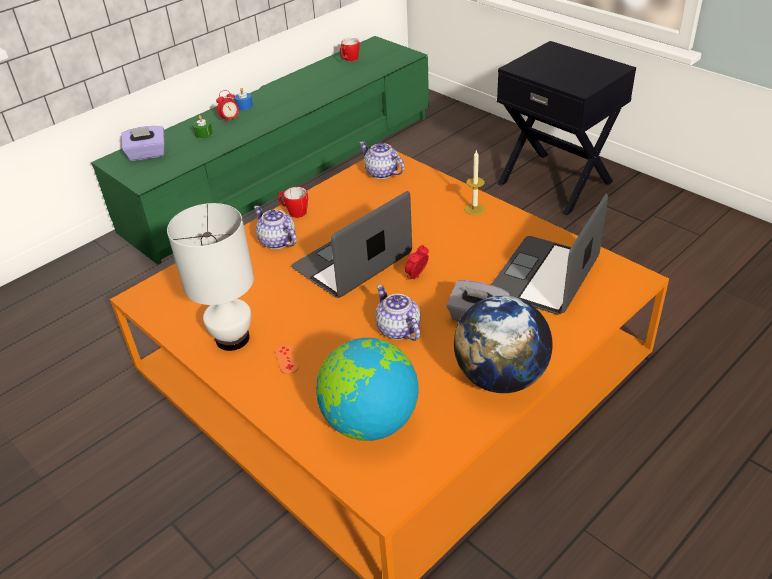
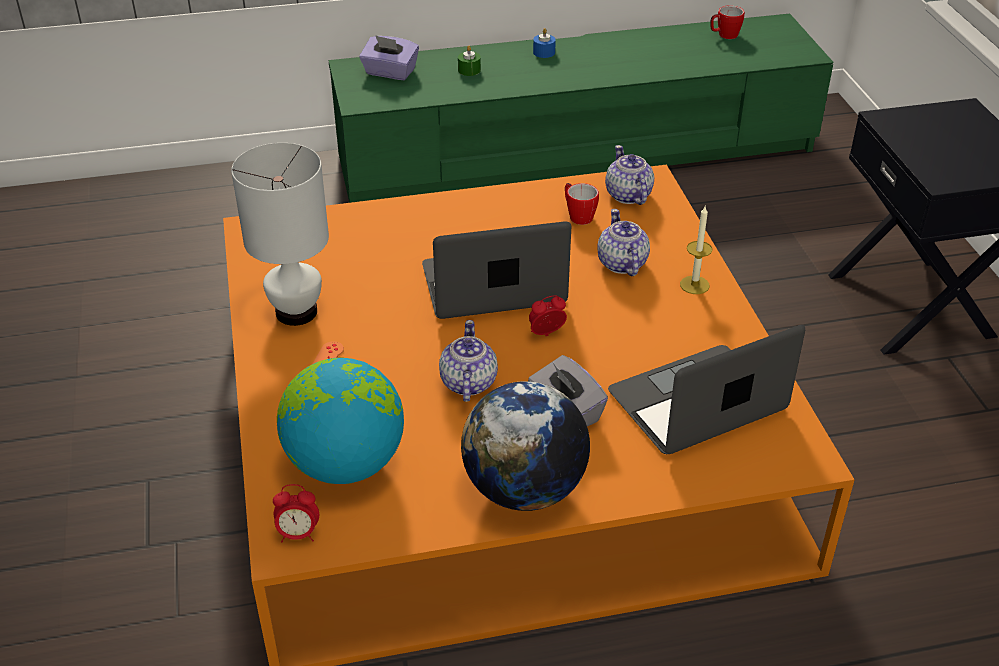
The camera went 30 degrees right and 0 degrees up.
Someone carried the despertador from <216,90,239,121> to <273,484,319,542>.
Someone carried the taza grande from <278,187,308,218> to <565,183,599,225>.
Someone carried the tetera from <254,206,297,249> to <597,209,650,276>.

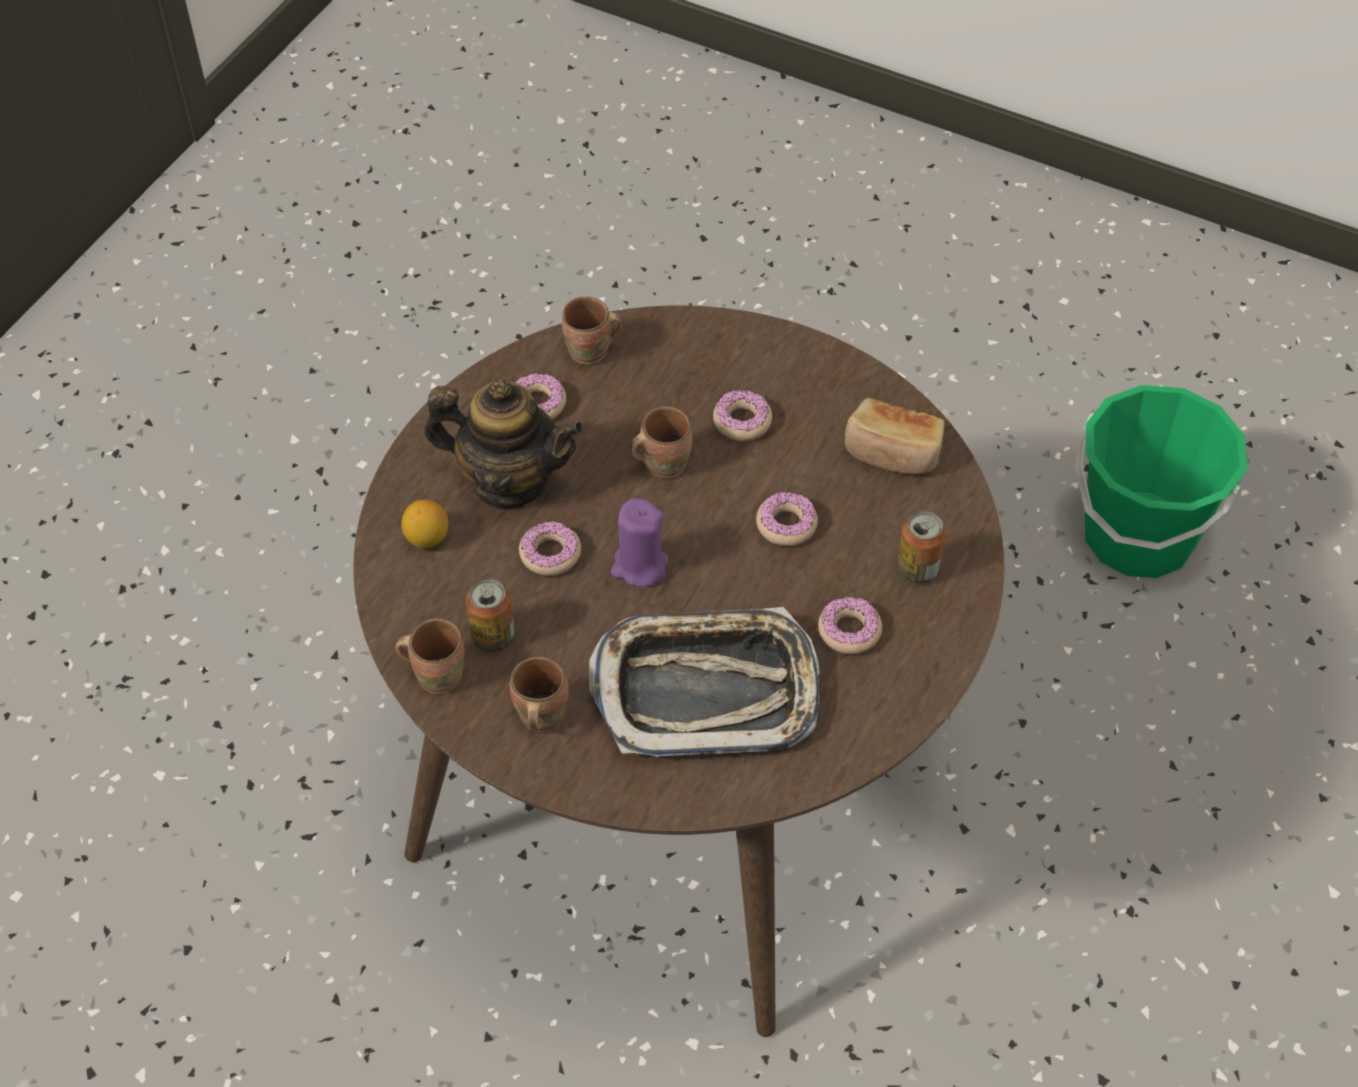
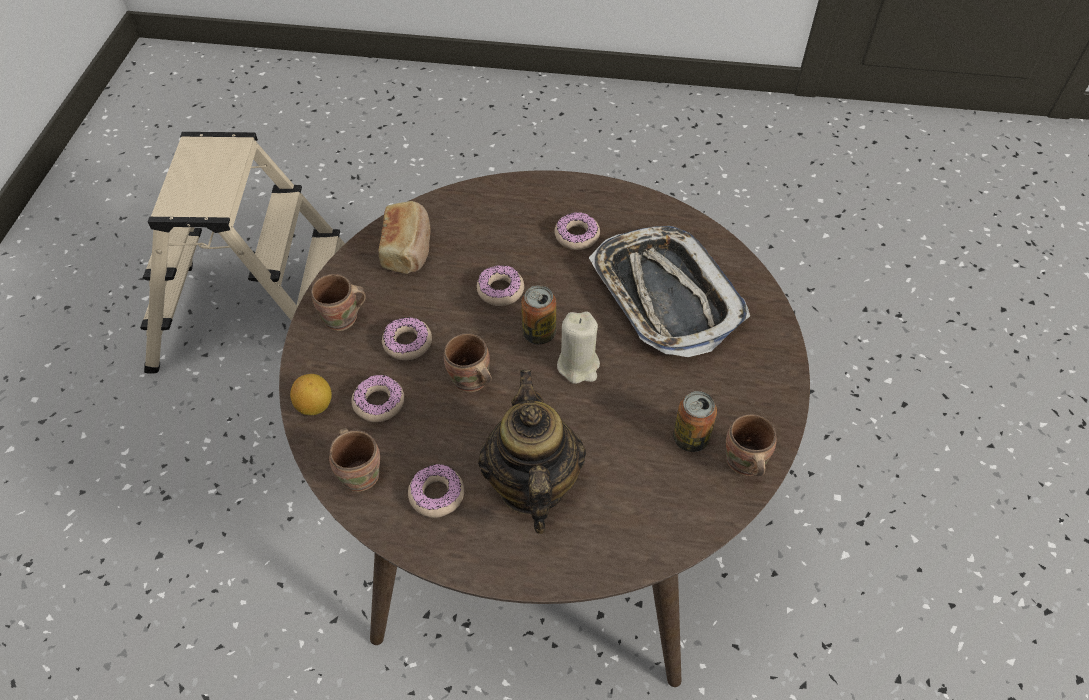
The camera went 110 degrees left and 0 degrees up.
Someone swapped the cubo [verde] at <1075,385,1248,578> for the escalera de tijera [beis] at <140,132,345,373>.
Someone repainted the vela [morado] at <611,498,669,587>, which became the vela [beis] at <557,311,600,384>.
Someone carried the limón from <401,500,448,548> to <290,374,332,415>.
Someone carried the lata from <897,511,946,584> to <521,285,556,345>.
Someone carried the rosquilla from <519,521,581,576> to <351,375,404,422>.
Someone carried the taza grande [marrón] from <510,657,569,732> to <311,274,367,331>.

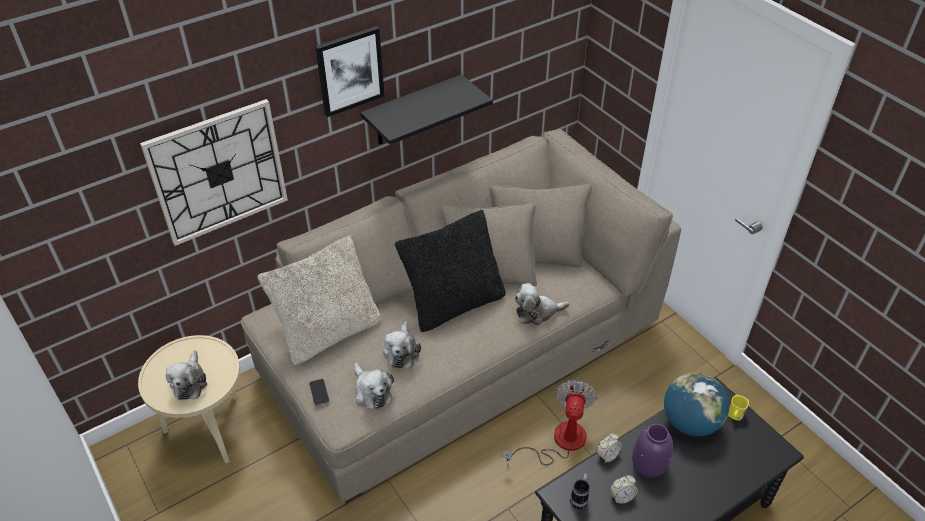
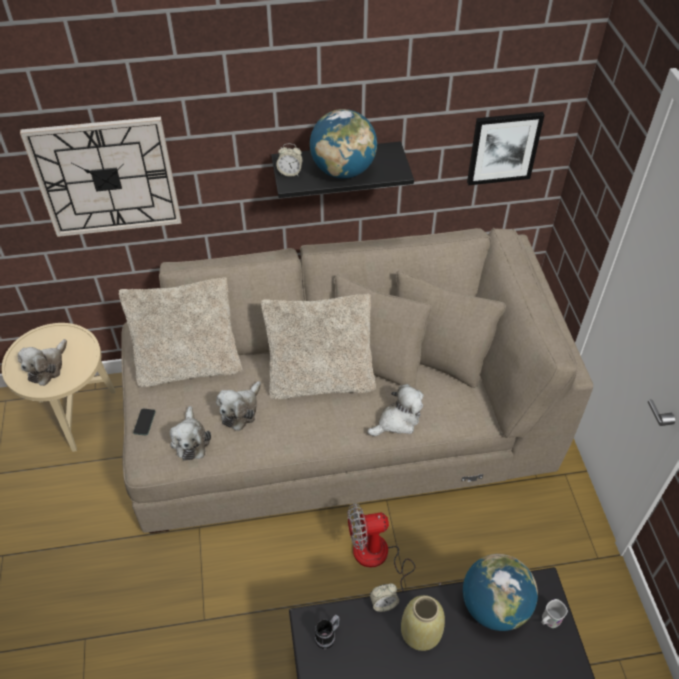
The camera went 25 degrees right and 5 degrees up.
Someone carried the cuadro from <315,26,384,117> to <467,112,545,185>.
Someone repainted the cojín [negro] at <395,210,506,332>, which became the cojín [beis] at <261,294,376,399>.
Someone rotated the peluche at <515,283,570,325> by 135 degrees clockwise.
Someone rotated the ventilador at <503,380,597,465> by 135 degrees counterclockwise.
Someone repainted the taza grande [amarillo] at <728,395,749,421>, which became the taza grande [blanco] at <541,599,568,628>.
Someone repainted the florero [morado] at <632,424,673,478>, which became the florero [beis] at <401,595,445,651>.
Someone carried the despertador from <610,475,638,504> to <276,143,303,177>.
Someone put down the globo terráqueo at <310,109,377,179>.

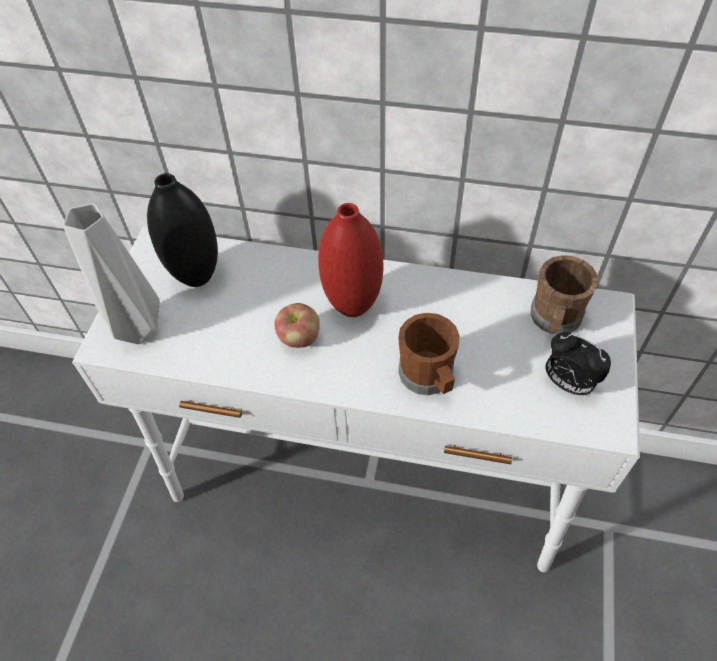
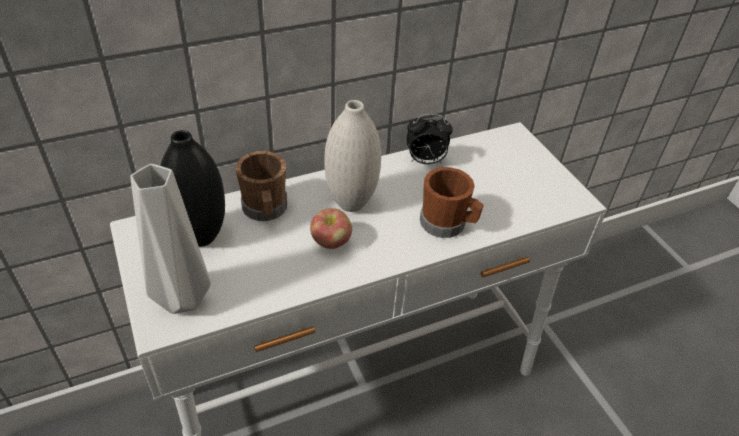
The camera went 40 degrees left and 10 degrees down.
Someone repainted the florero [rojo] at <318,203,383,317>, which became the florero [blanco] at <325,100,381,212>.
Someone carried the taza grande [marrón] from <531,255,598,335> to <236,151,287,221>.
Someone carried the despertador from <545,332,611,395> to <407,114,453,164>.

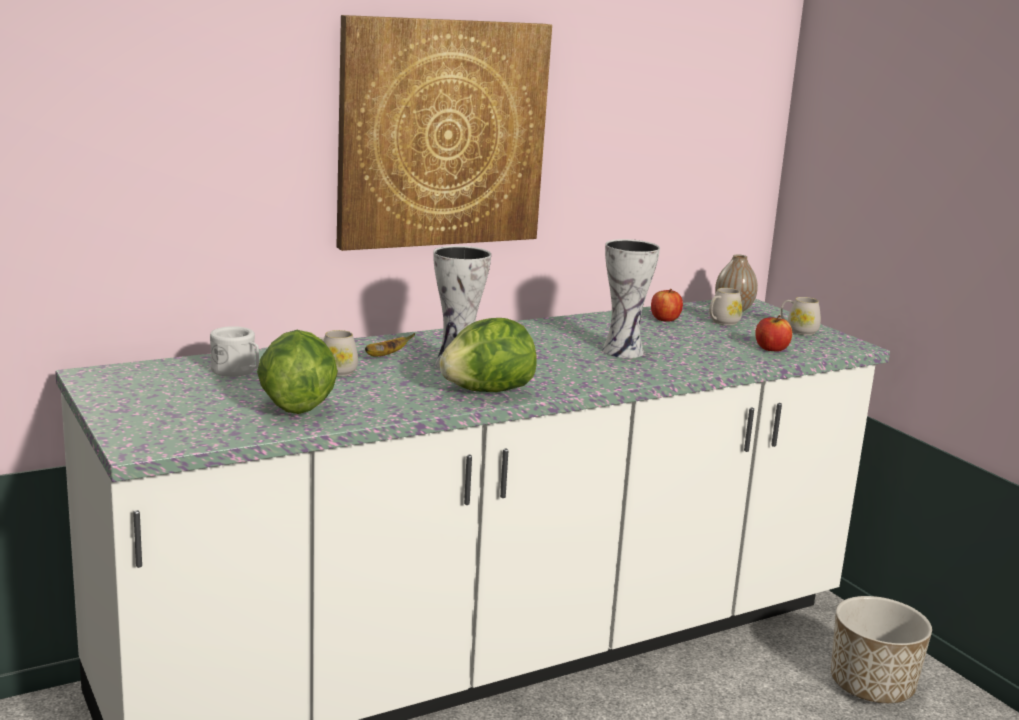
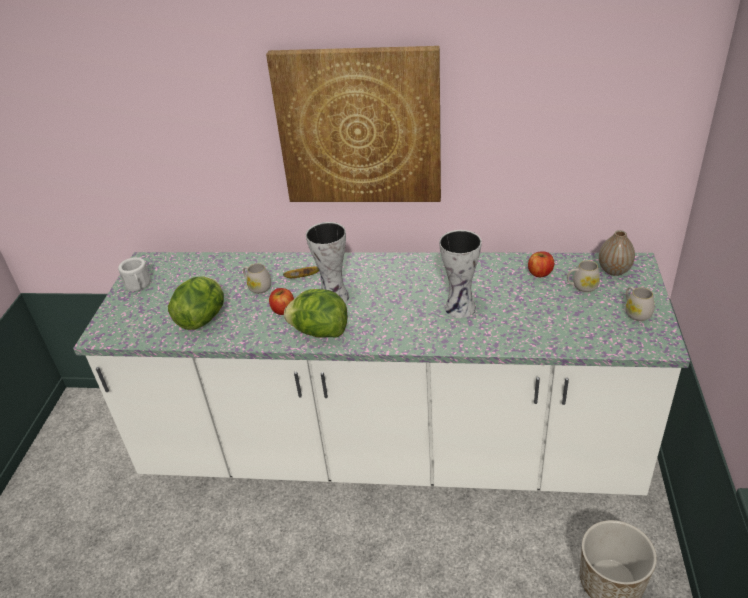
The camera went 40 degrees right and 20 degrees up.
Someone carried the manzana from <755,315,792,352> to <269,288,294,315>.
Someone carried the taza grande [blanco] from <210,326,259,377> to <118,257,151,291>.

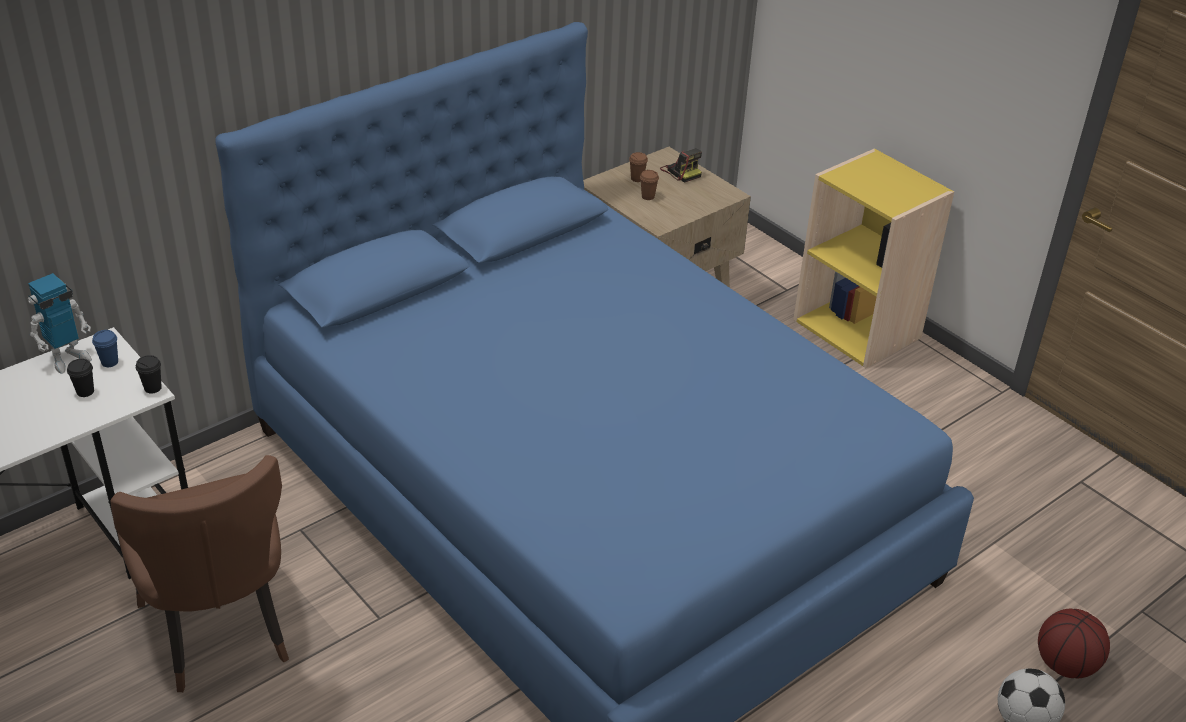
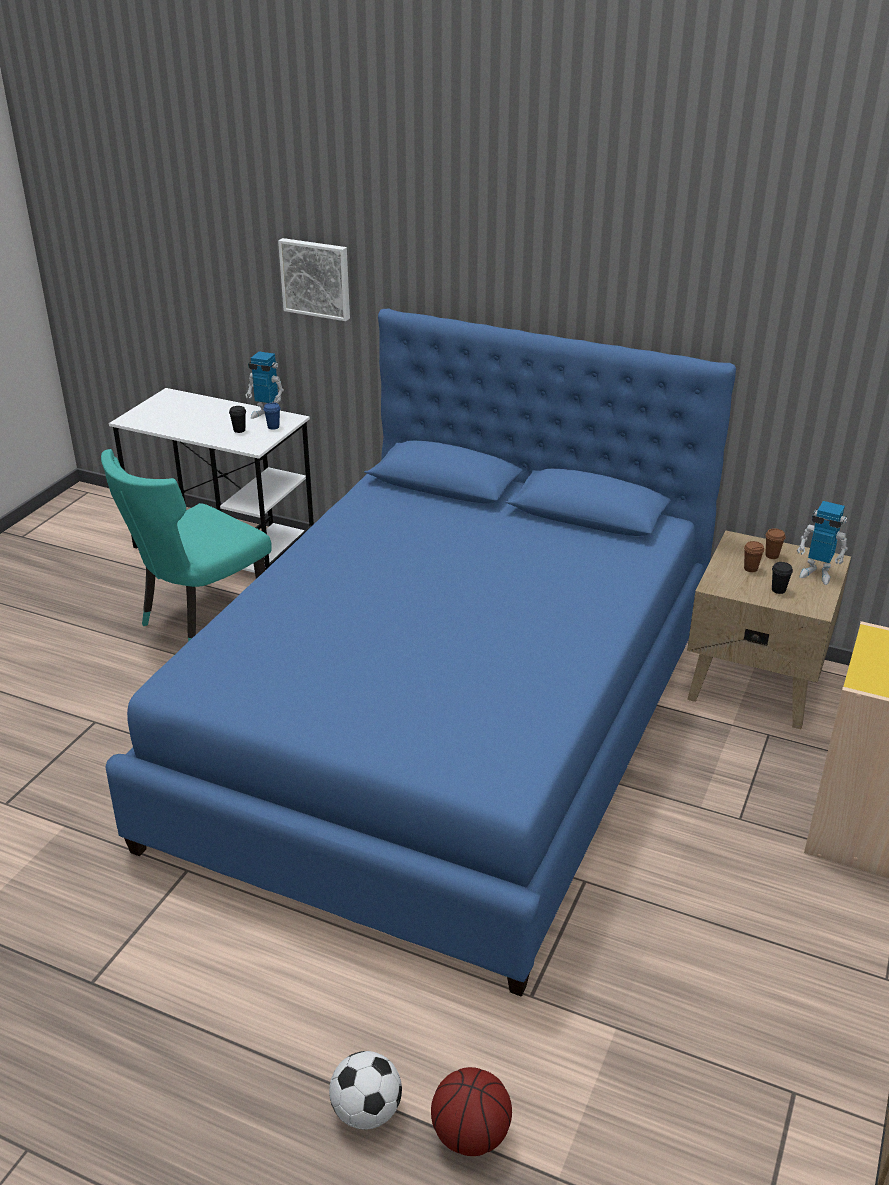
The camera went 65 degrees right and 5 degrees down.
Someone swapped the cámara at <660,148,702,183> for the robot de juguete at <797,501,848,585>.
Someone carried the taza [negro] from <136,355,162,393> to <772,562,793,594>.
Someone repainted the silla [marrón] at <110,455,289,692>, which became the silla [turquesa] at <101,449,272,642>.
Someone put up the cuadro at <278,238,350,321>.

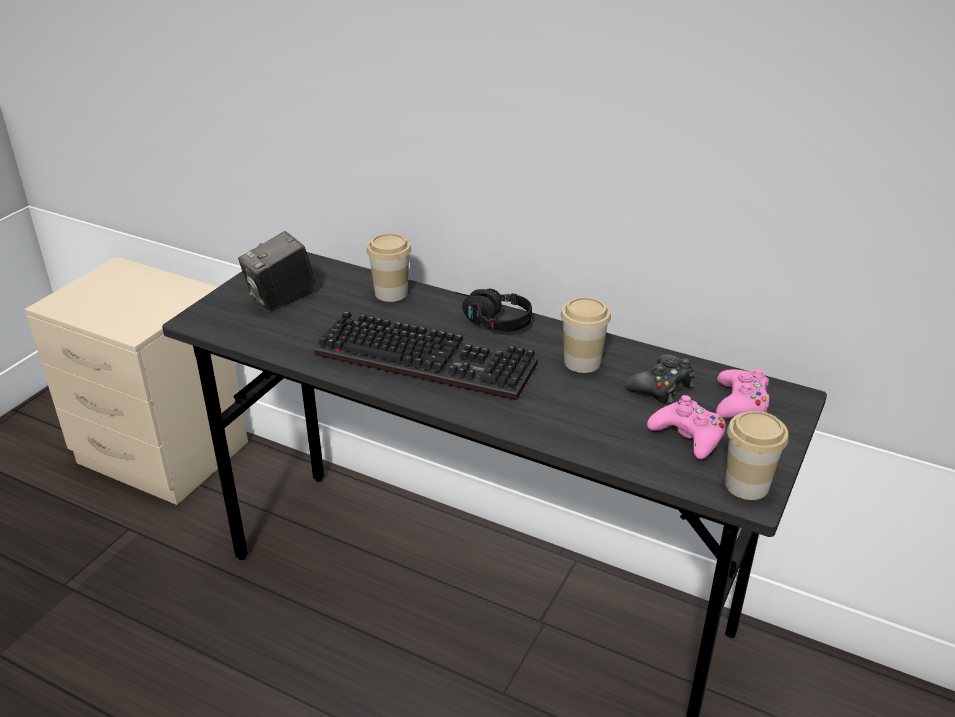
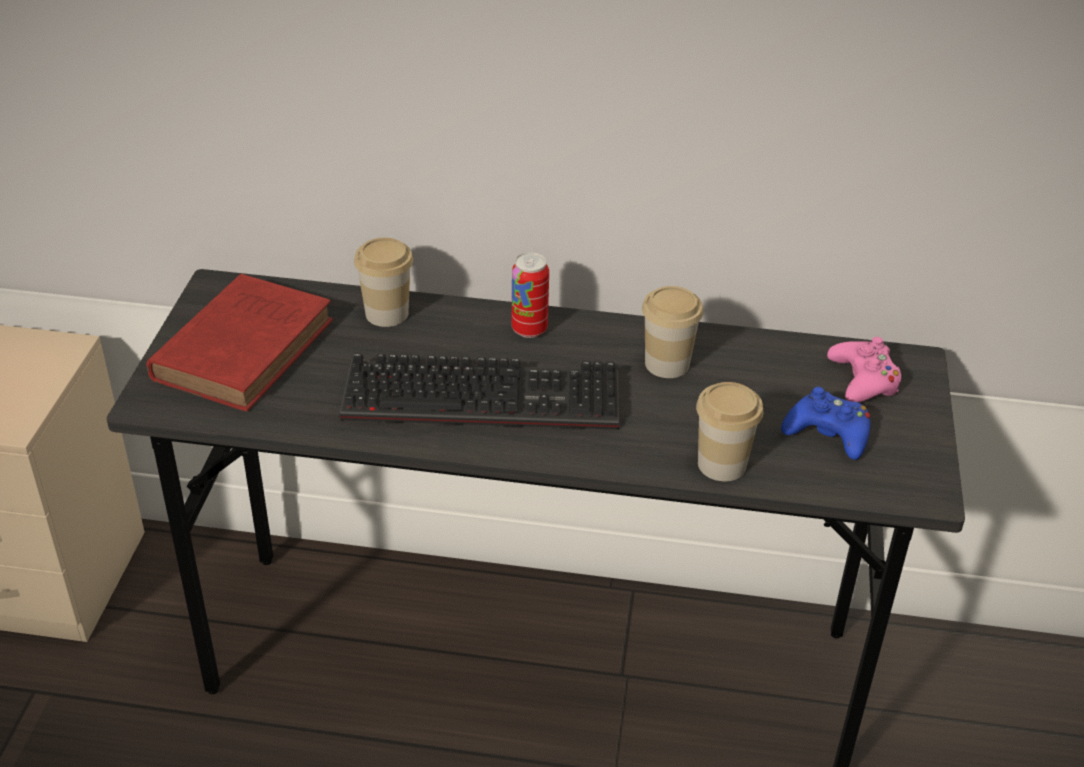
The camera went 20 degrees left and 5 degrees up.
Someone swapped the cámara at <238,231,316,311> for the libro [rojo] at <146,274,333,411>.
Someone swapped the auriculares [negro] at <455,289,532,331> for the lata at <512,252,549,338>.
Someone took away the mando de consola [negro] at <624,354,695,403>.
Someone repainted the mando de consola [rosa] at <647,395,725,460>, which became the mando de consola [azul] at <781,387,871,460>.
Someone carried the taza from <725,411,788,500> to <696,382,763,481>.

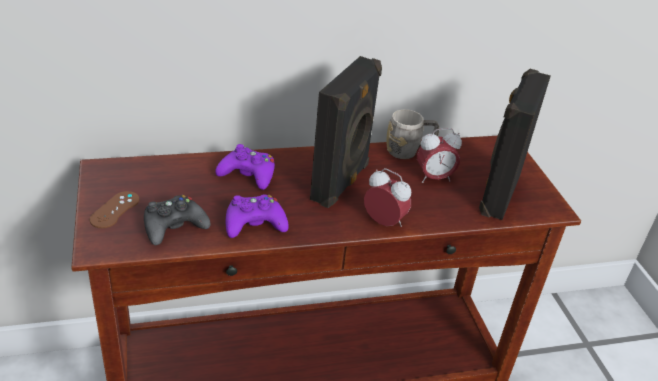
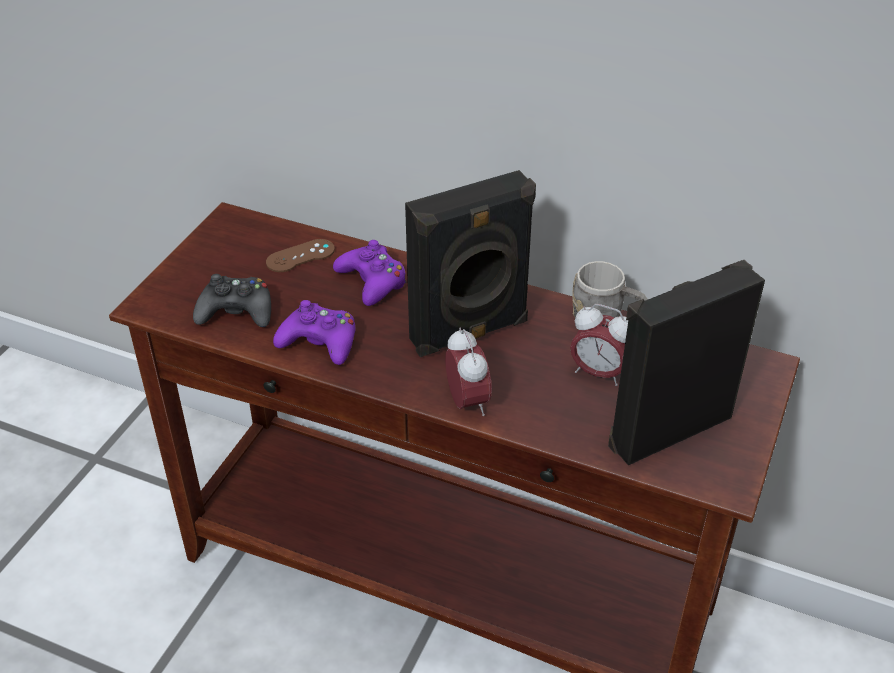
The camera went 40 degrees right and 5 degrees up.
Someone carried the mando de consola [marrón] from <89,191,139,228> to <266,239,335,272>.

